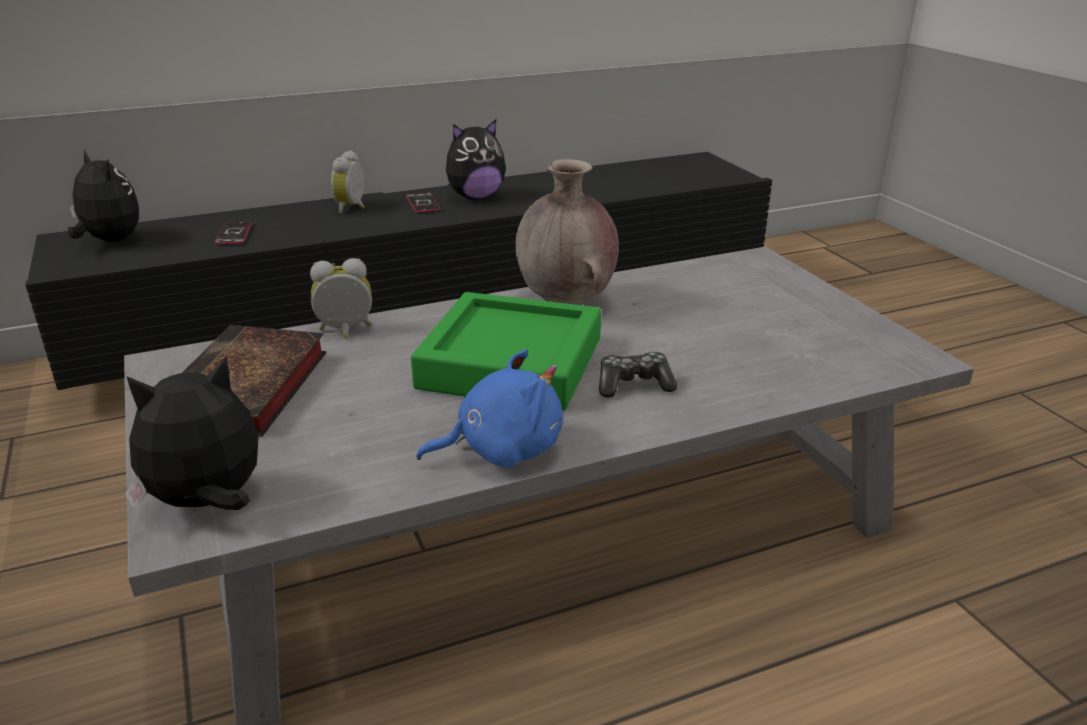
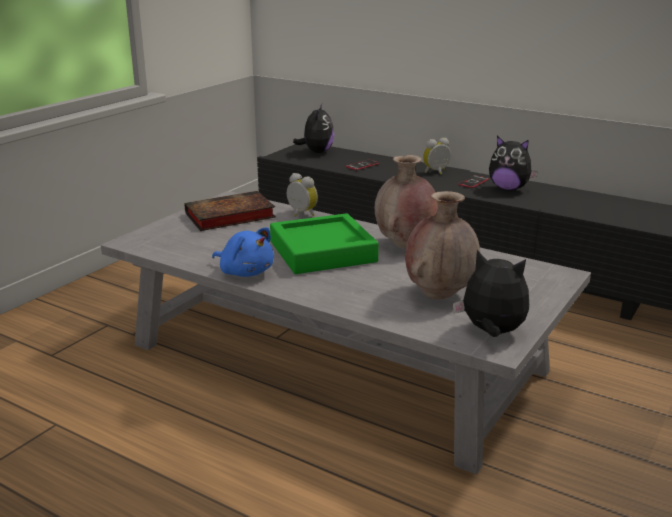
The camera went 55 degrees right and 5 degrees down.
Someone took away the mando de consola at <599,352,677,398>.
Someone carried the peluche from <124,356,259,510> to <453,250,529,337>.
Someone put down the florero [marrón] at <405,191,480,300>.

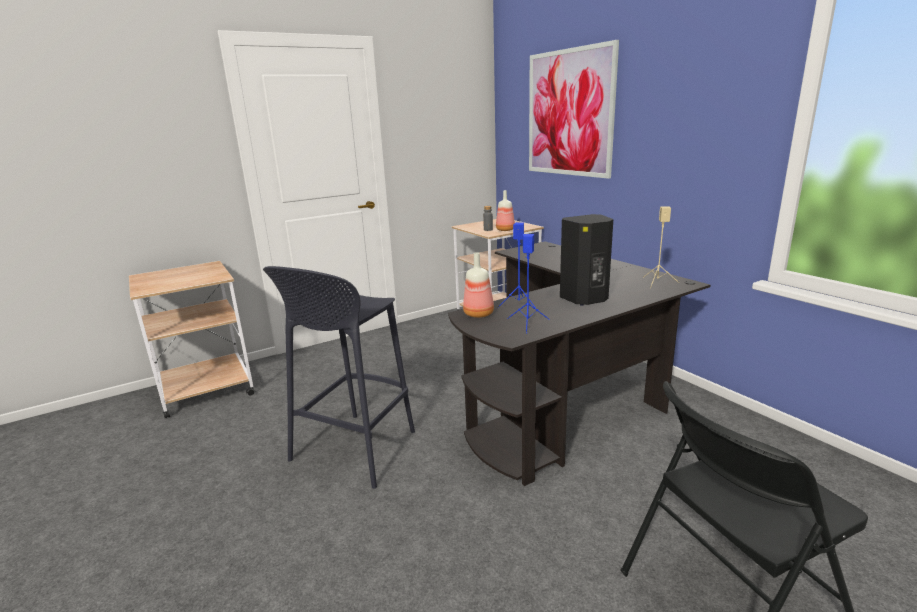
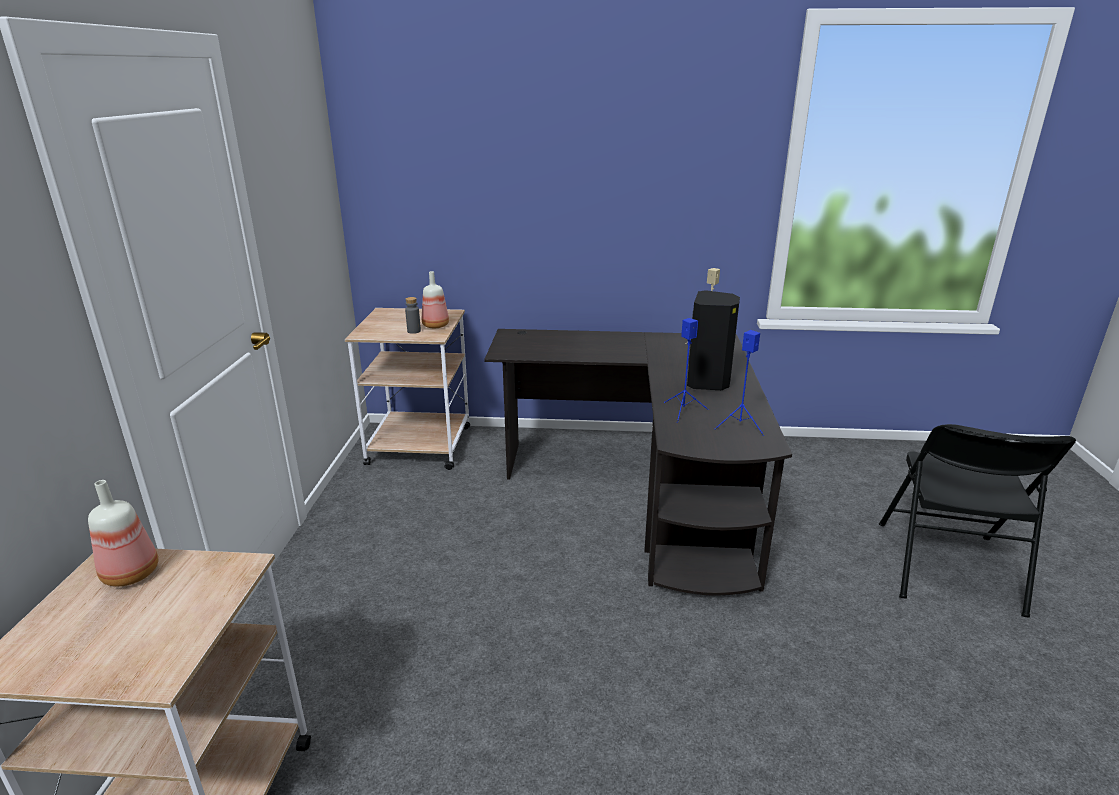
The camera went 55 degrees left and 5 degrees up.
Someone took away the cuadro at <529,40,619,179>.
Someone carried the botella from <463,252,494,318> to <88,480,158,587>.
Someone took away the taburete [gris] at <263,266,415,489>.

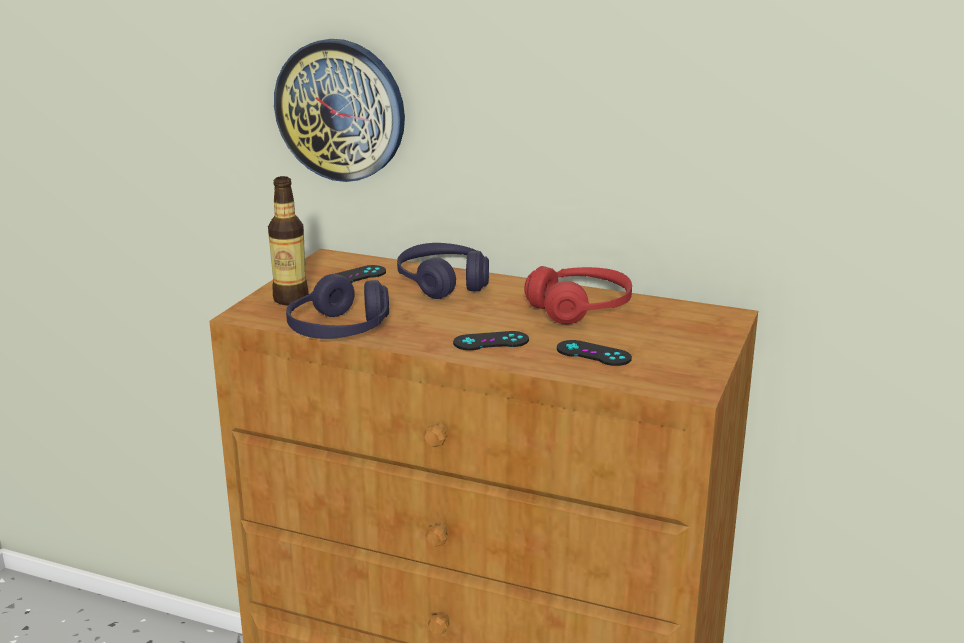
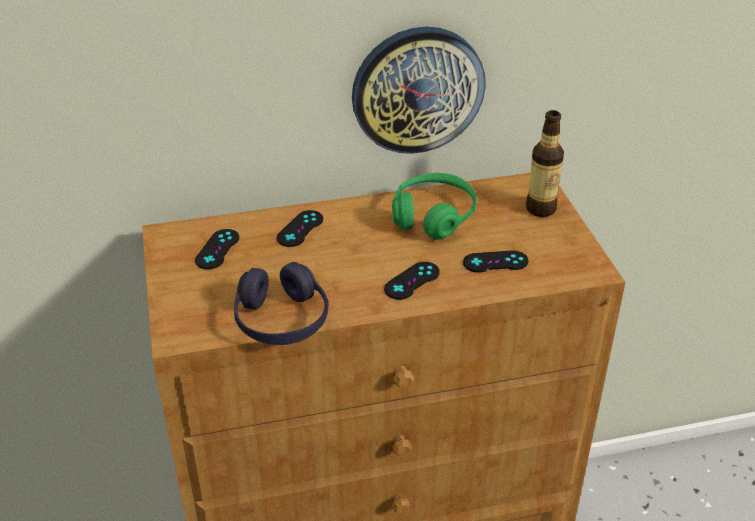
The camera went 35 degrees left and 15 degrees up.
Someone carried the reloj de pared from <274,39,405,182> to <352,27,486,154>.
Someone carried the botella from <268,176,309,305> to <526,110,564,217>.
Someone swapped the auriculares [morado] at <397,243,489,299> for the mando de consola [negro] at <277,210,323,247>.
Someone repainted the auriculares [rojo] at <524,266,632,324>, which became the auriculares [verde] at <392,173,477,240>.

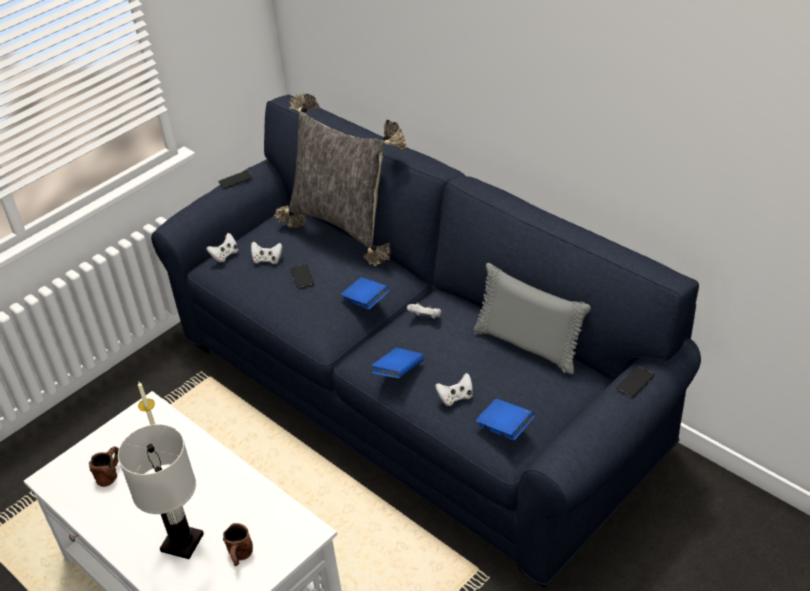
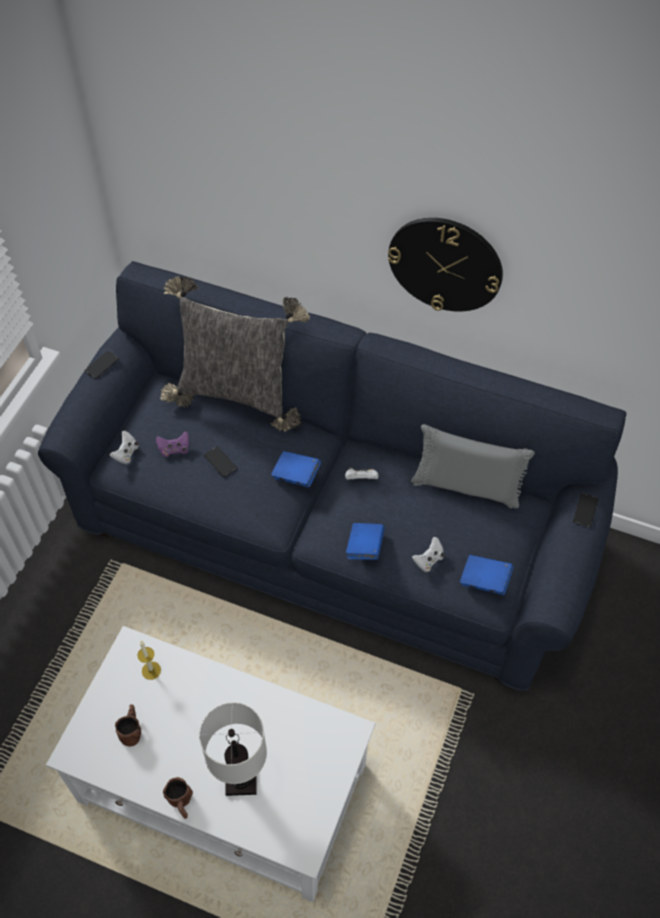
The camera went 25 degrees left and 15 degrees up.
Someone repainted the mando de consola [blanco] at <251,242,282,264>, which became the mando de consola [morado] at <156,431,189,457>.
Someone carried the taza grande [marrón] from <223,523,253,566> to <163,777,193,819>.
Someone put up the reloj de pared at <388,218,503,312>.

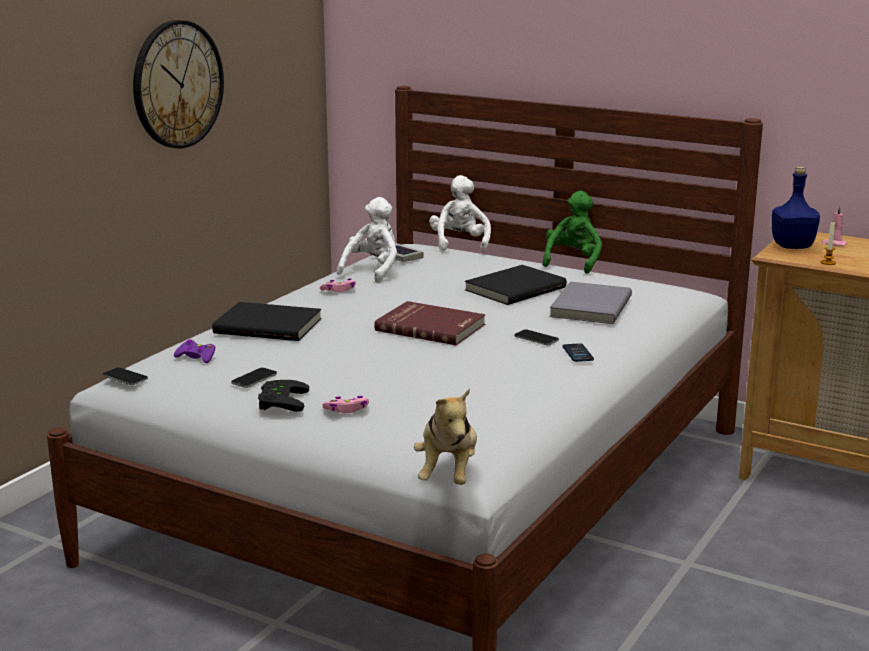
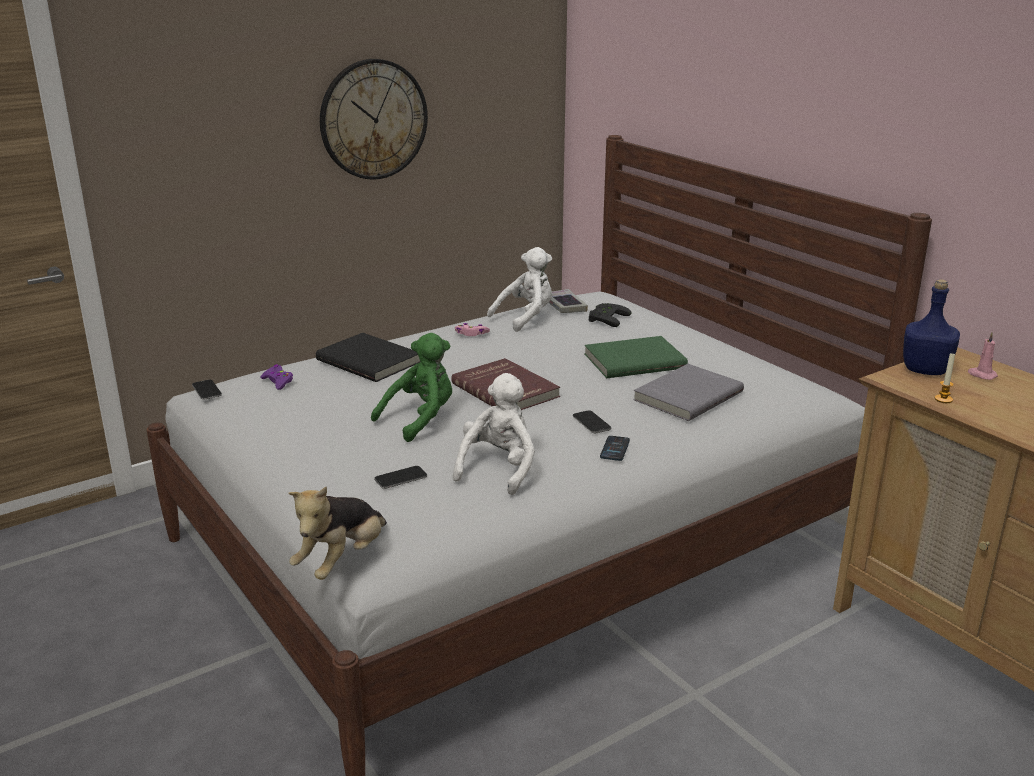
The camera went 25 degrees right and 5 degrees up.
Someone carried the peluche [blanco] from <429,175,491,252> to <453,373,535,495>.
Someone carried the peluche [verde] from <542,191,602,274> to <371,333,452,442>.
Someone repainted the libro [negro] at <465,265,567,305>, which became the libro [verde] at <584,336,688,378>.
Someone carried the móvil from <231,368,277,388> to <374,466,427,489>.
Someone carried the mando de consola [negro] from <258,380,309,412> to <589,303,631,327>.
Someone took away the mando de consola [rosa] at <323,396,369,413>.

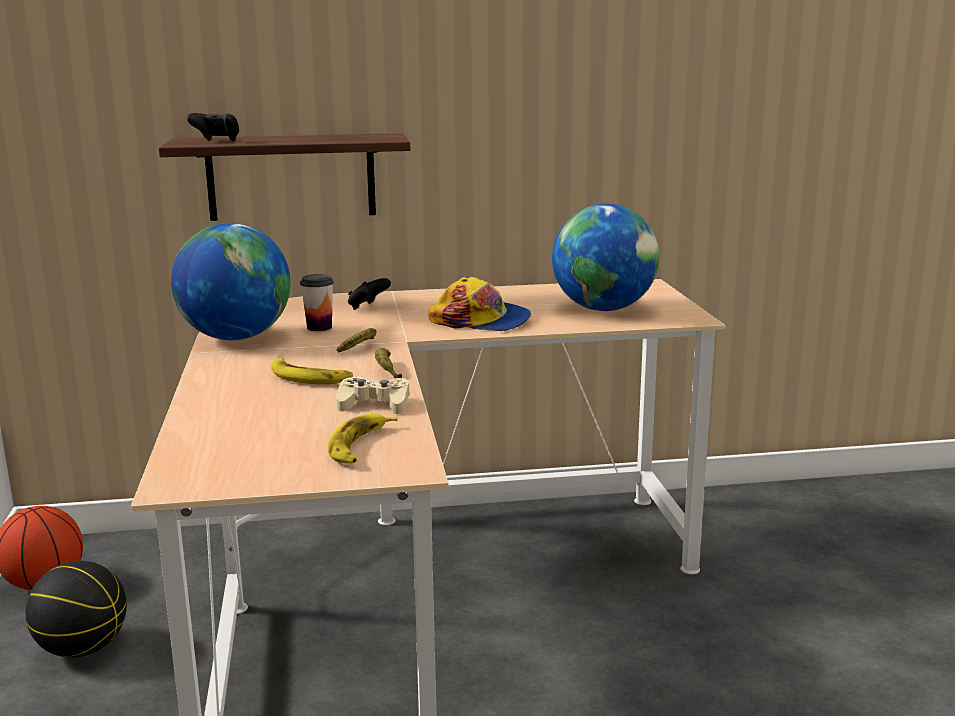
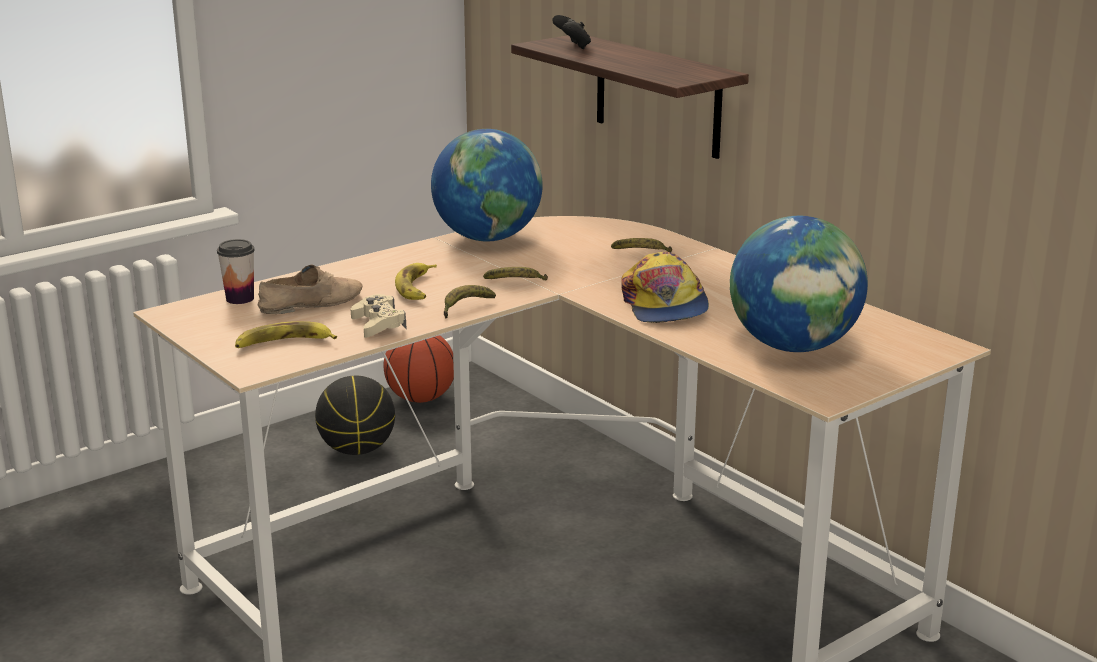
The camera went 60 degrees right and 5 degrees up.
Someone carried the taza from <300,274,334,331> to <217,239,255,304>.
Someone swapped the mando de consola [negro] at <348,278,391,310> for the plátano at <611,238,672,252>.
Someone put down the zapato [beis] at <257,264,363,314>.

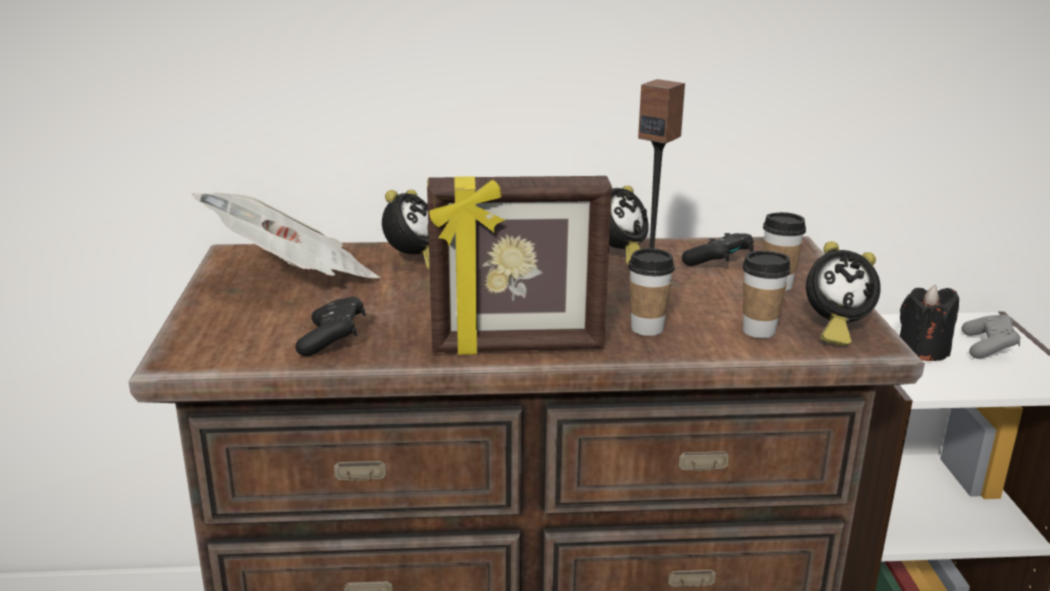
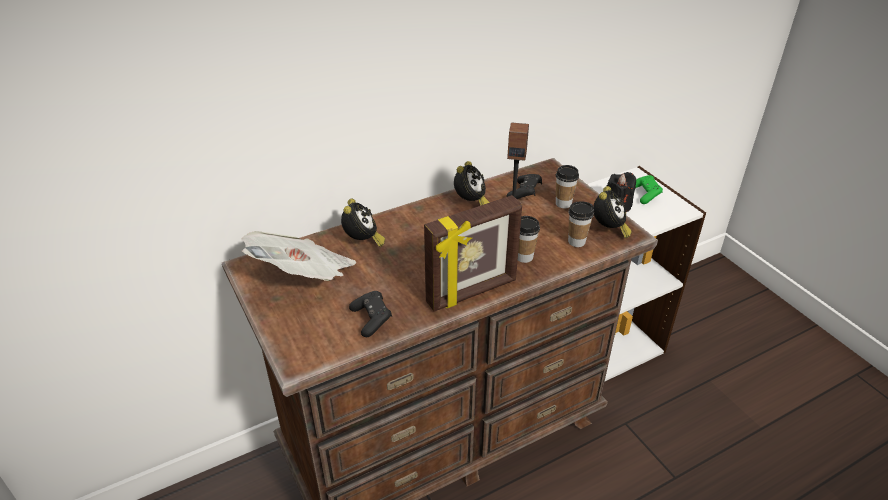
The camera went 25 degrees left and 15 degrees up.
Someone rotated the despertador at <806,241,881,346> by 45 degrees counterclockwise.
Someone repainted the mando de consola [gris] at <962,315,1020,359>, which became the mando de consola [verde] at <635,175,663,204>.

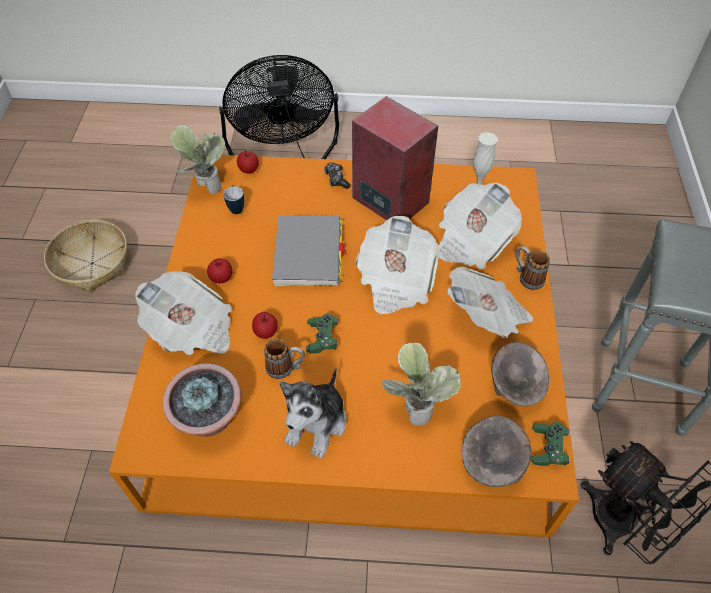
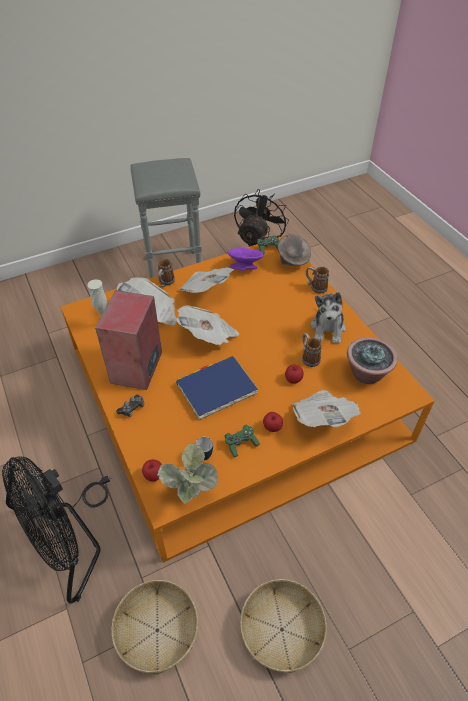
The camera went 120 degrees left and 5 degrees down.
Someone repainted the libro [gris] at <272,215,345,286>, which became the libro [azul] at <176,356,258,420>.
Someone carried the mando de consola [verde] from <306,314,338,353> to <225,425,260,457>.
Someone took away the planta en maceta at <382,342,461,426>.
Someone repainted the cuenco [gris] at <491,342,549,406>, which became the cuenco [morado] at <227,248,264,271>.
Someone rotated the peluche at <280,367,347,458> by 105 degrees clockwise.
Someone put down the taza grande at <306,267,329,293>.
Someone put down the cesta at <111,580,198,675>.

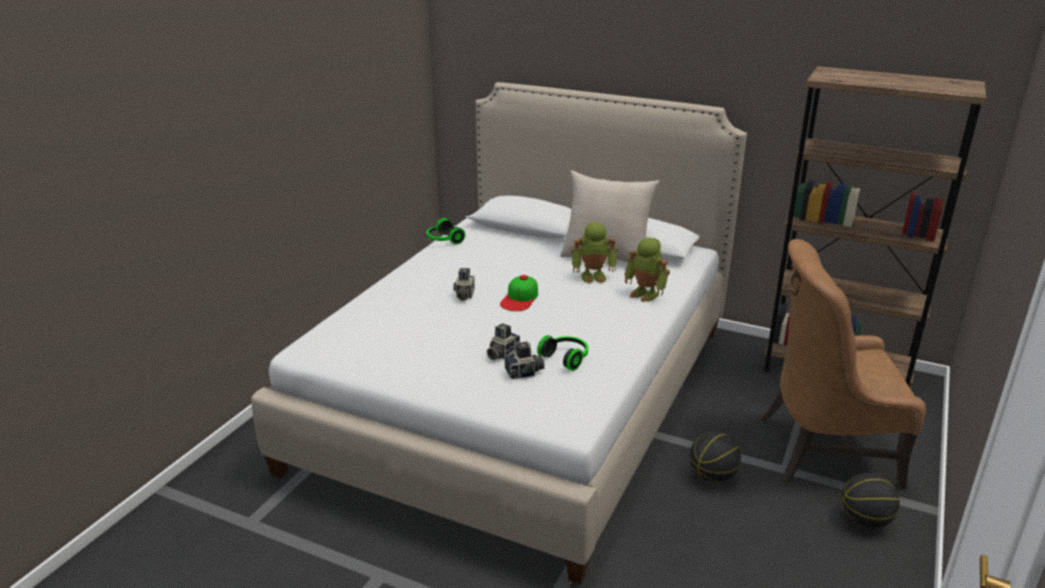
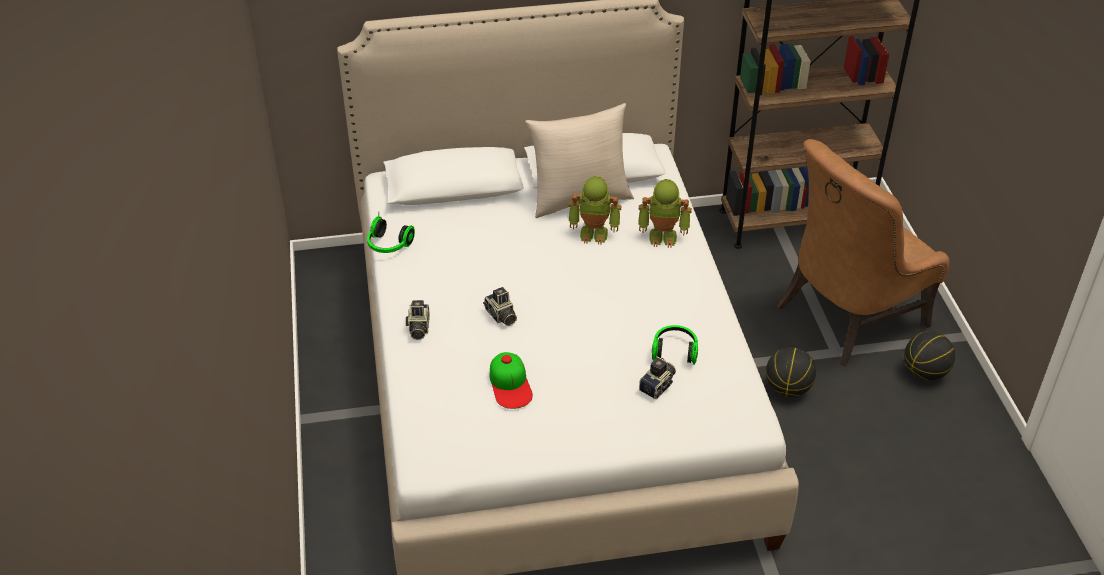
The camera went 35 degrees left and 15 degrees up.
Someone rotated the robot de juguete at <571,222,618,284> by 45 degrees clockwise.
Someone carried the gorra from <500,275,538,311> to <490,352,533,409>.
Someone carried the cámara from <487,323,520,361> to <406,300,430,340>.

